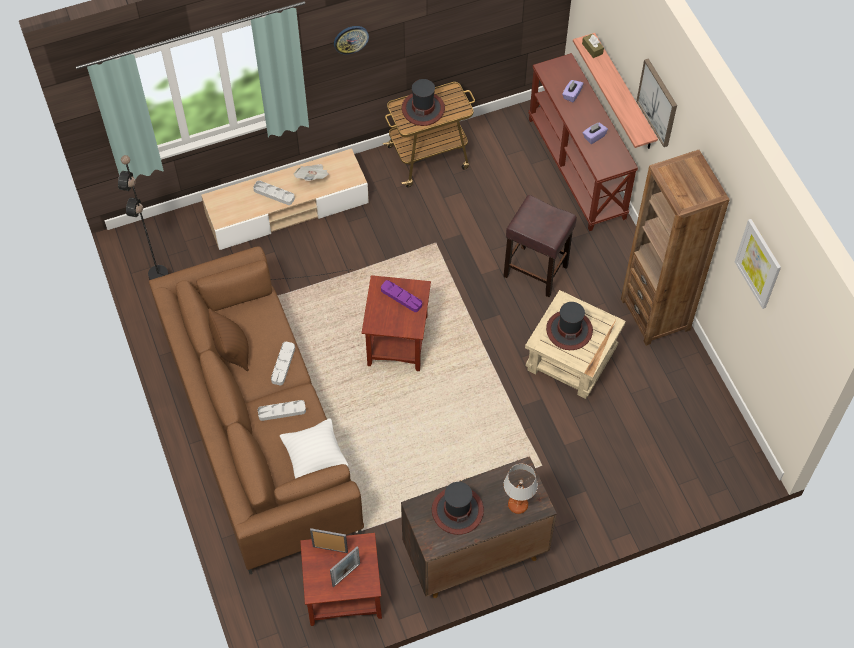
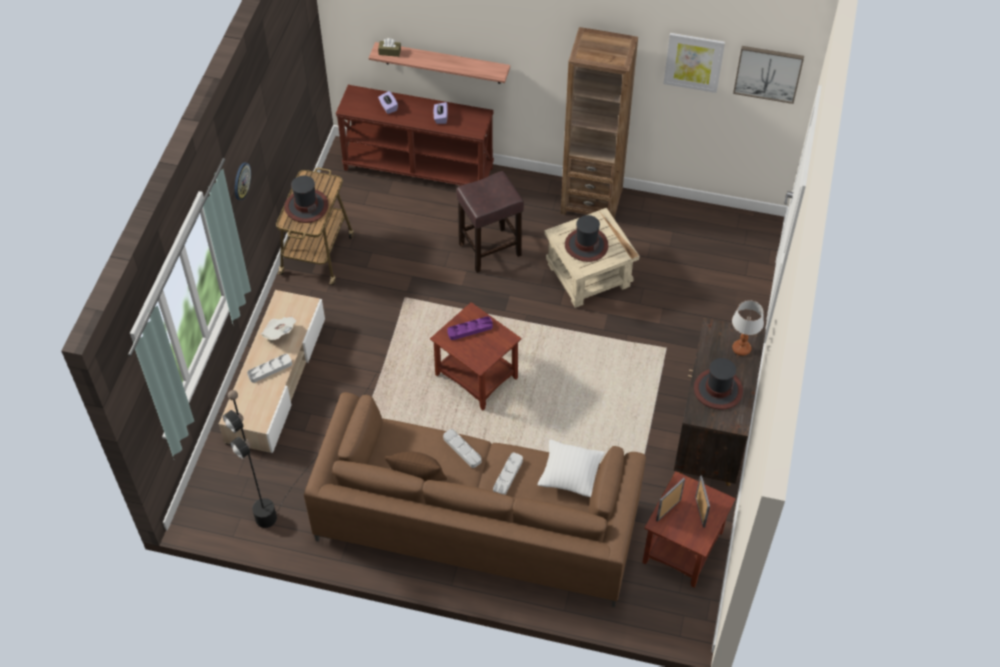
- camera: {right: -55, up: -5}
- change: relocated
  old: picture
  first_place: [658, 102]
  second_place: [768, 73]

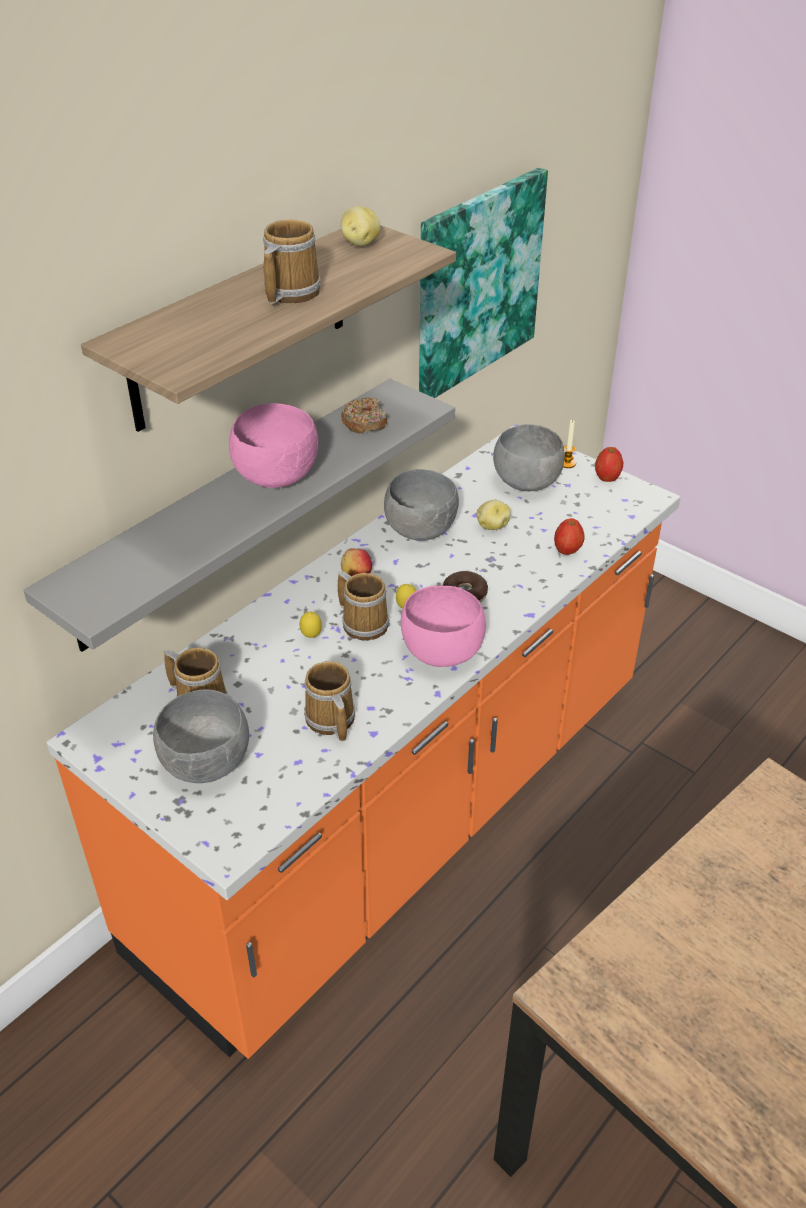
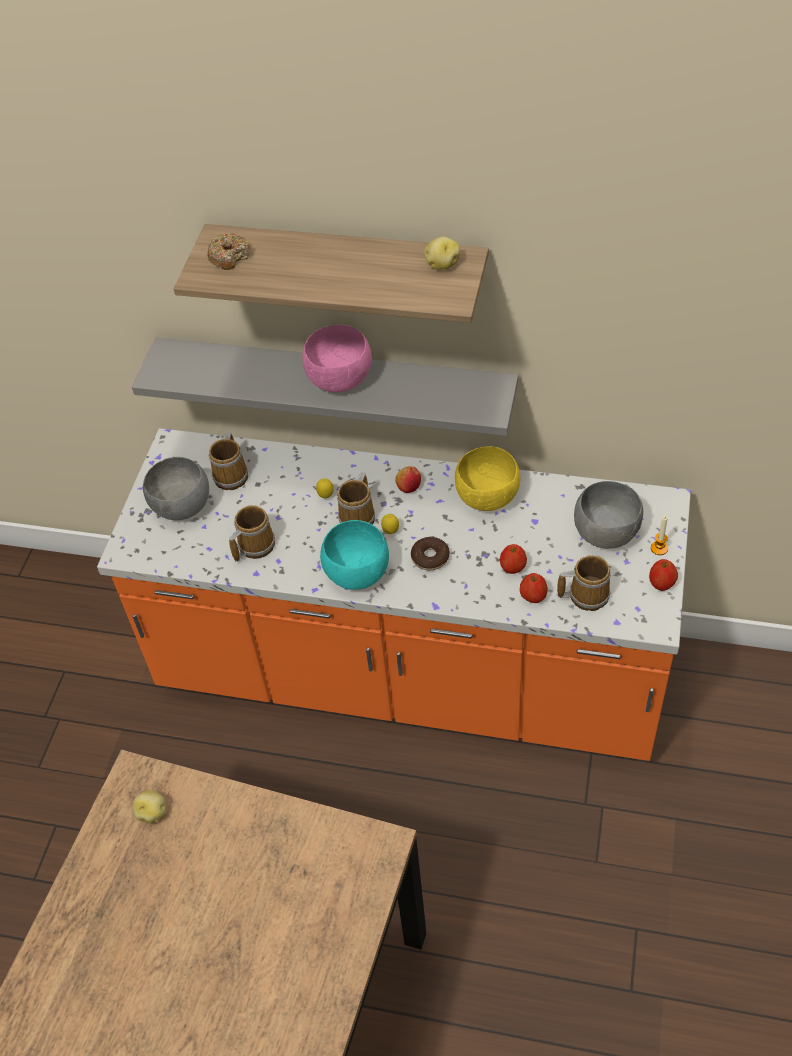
- camera: {right: 65, up: 10}
- change: missing
  old: picture
  first_place: [477, 283]
- change: appeared
  new: apple
  second_place: [512, 568]
- change: relocated
  old: mug
  first_place: [288, 293]
  second_place: [585, 594]
- change: relocated
  old: donut
  first_place: [364, 422]
  second_place: [229, 257]
- change: relocated
  old: potato
  first_place: [492, 526]
  second_place: [152, 812]
- change: colour
  old: grey bowl
  new: yellow bowl
  first_place: [422, 530]
  second_place: [488, 498]
- change: colour
  old: pink bowl
  new: turquoise bowl
  first_place: [440, 653]
  second_place: [356, 572]

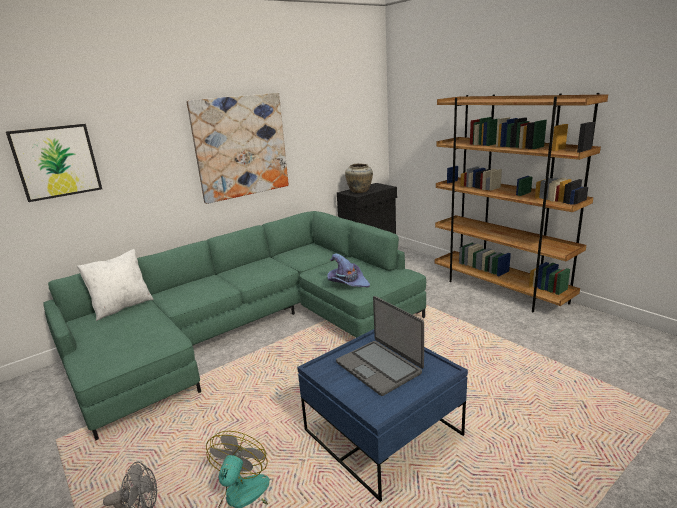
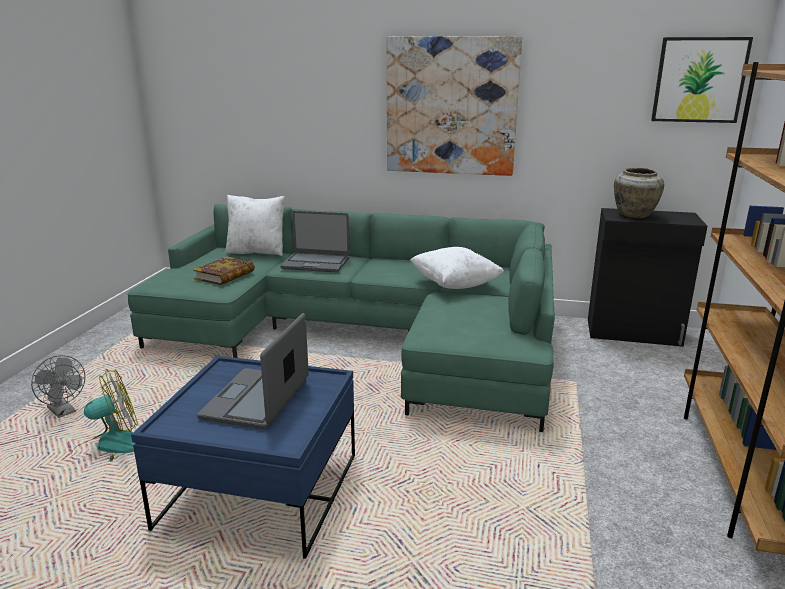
- camera: {right: 50, up: 0}
- change: missing
  old: purple hat
  first_place: [347, 282]
- change: appeared
  new: book
  second_place: [225, 275]
- change: appeared
  new: laptop
  second_place: [316, 263]
- change: appeared
  new: white pillow
  second_place: [455, 285]
- change: relocated
  old: picture
  first_place: [56, 162]
  second_place: [699, 80]

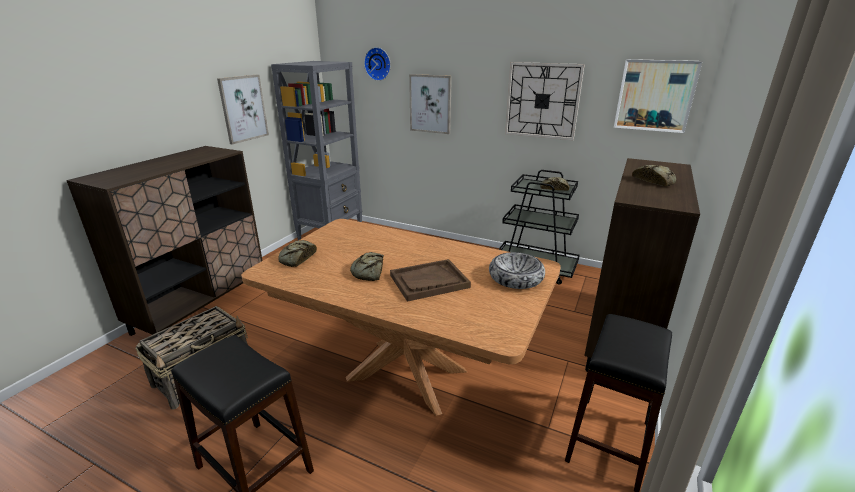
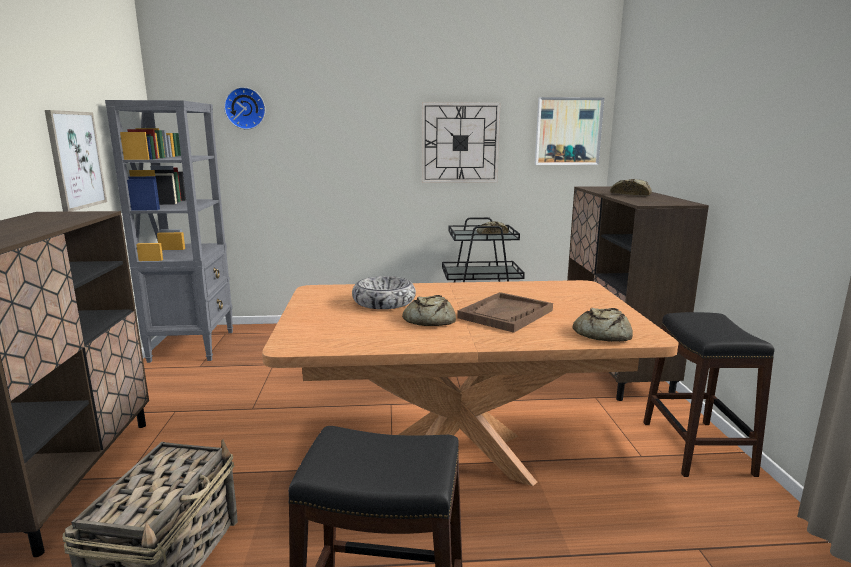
- camera: {right: -30, up: -10}
- change: missing
  old: picture
  first_place: [430, 104]
- change: relocated
  old: bread
  first_place: [297, 258]
  second_place: [601, 333]
- change: relocated
  old: bowl
  first_place: [516, 278]
  second_place: [384, 302]

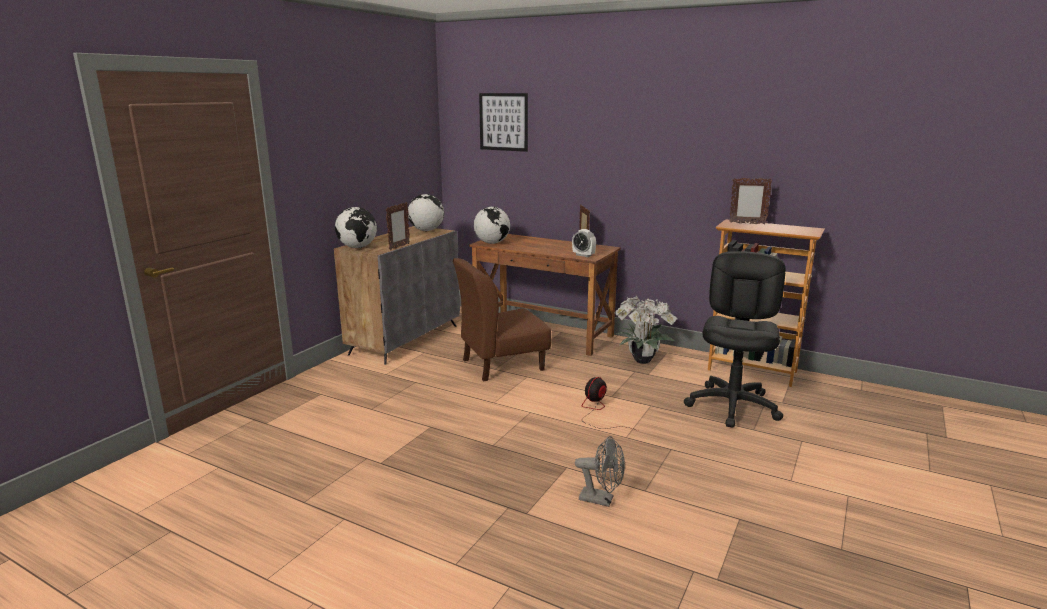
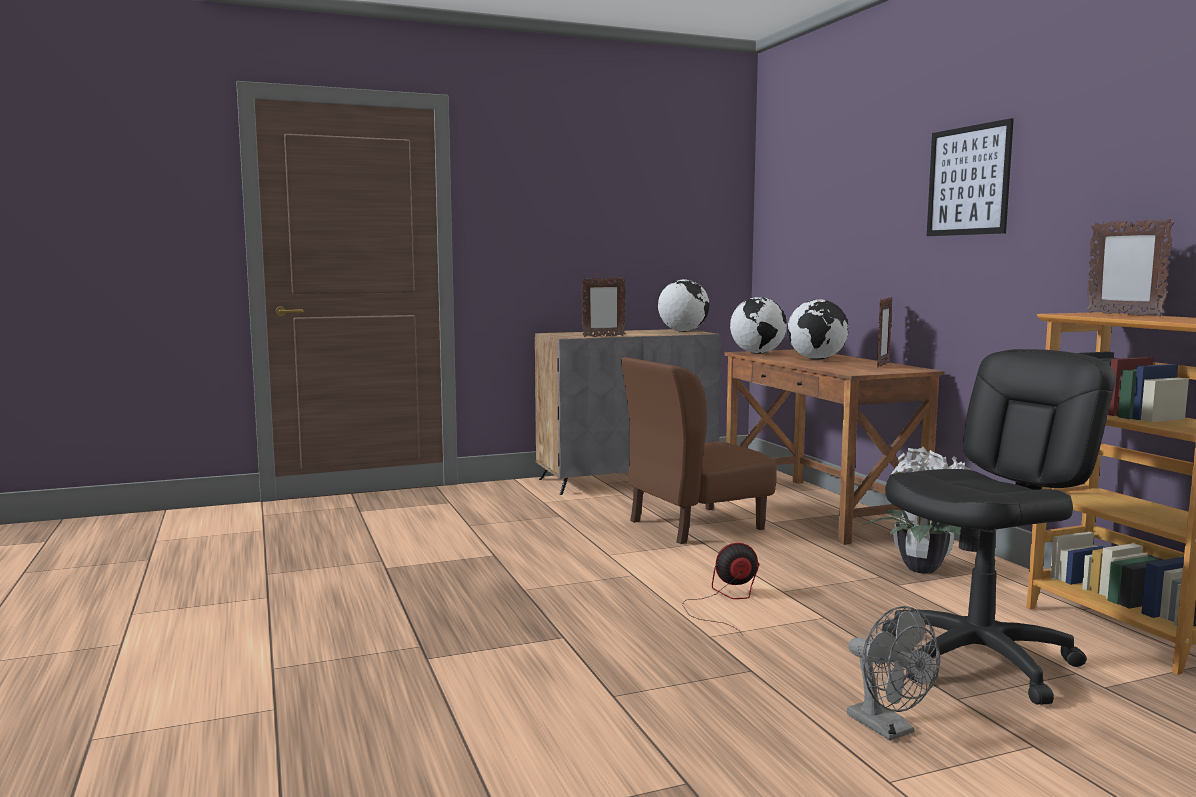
- camera: {right: 40, up: -10}
- change: missing
  old: alarm clock
  first_place: [583, 255]
- change: relocated
  old: globe
  first_place: [357, 247]
  second_place: [816, 359]
- change: relocated
  old: picture
  first_place: [503, 122]
  second_place: [968, 181]
- change: relocated
  old: grey fan
  first_place: [601, 499]
  second_place: [888, 729]
- change: spun
  old: brown chair
  first_place: [502, 364]
  second_place: [694, 525]
  degrees: -45

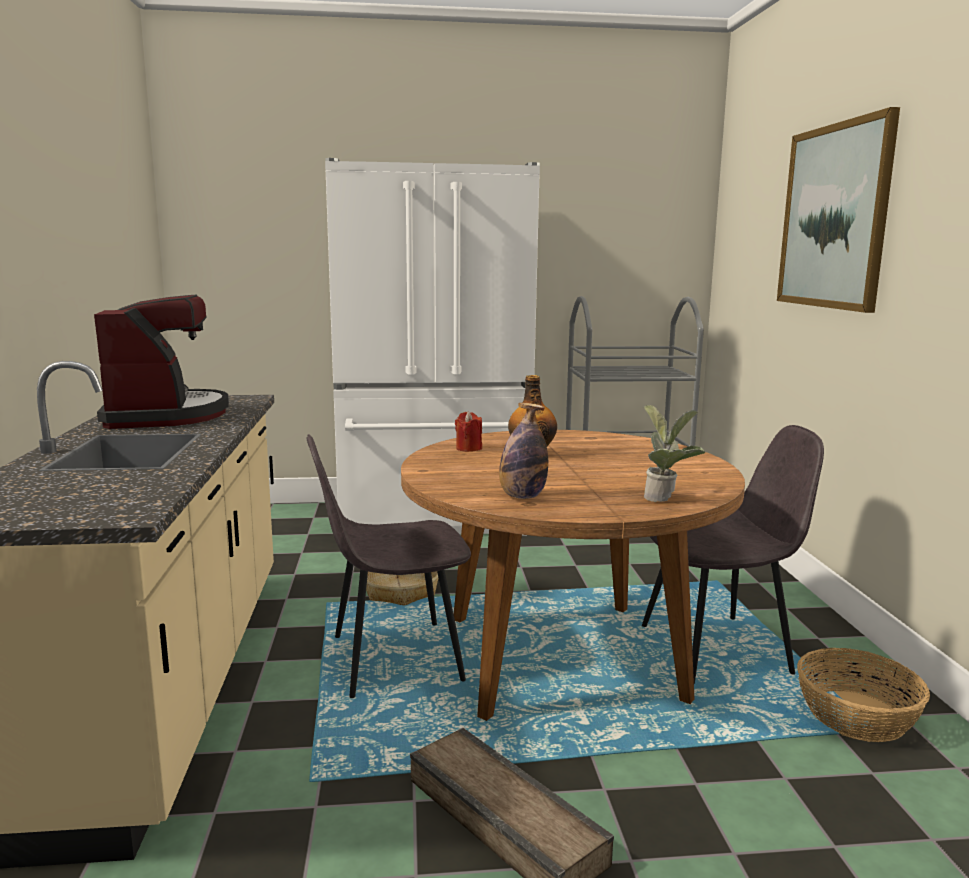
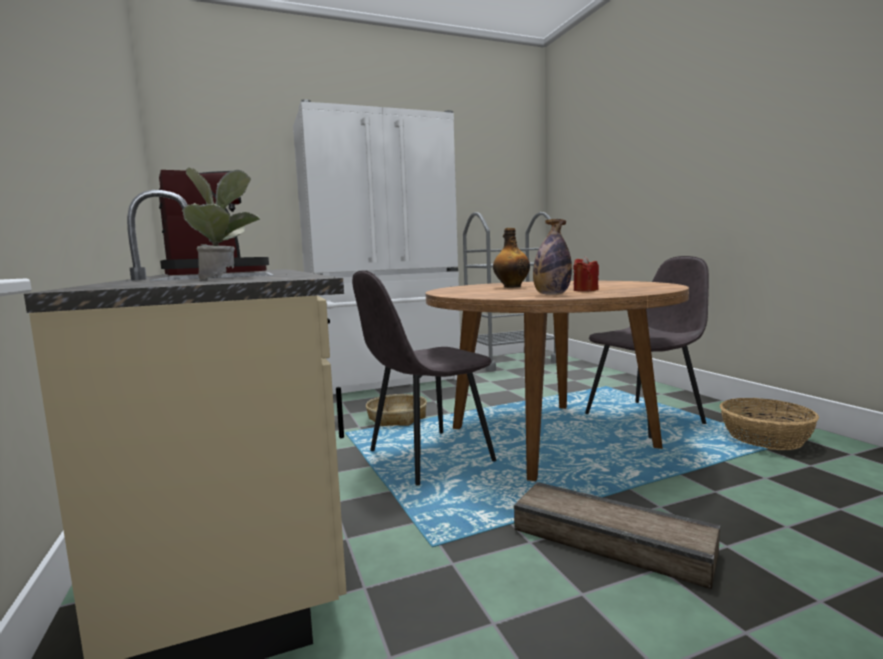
- camera: {right: -15, up: -5}
- change: missing
  old: picture
  first_place: [834, 217]
- change: relocated
  old: red candle
  first_place: [469, 448]
  second_place: [585, 290]
- change: relocated
  old: potted plant
  first_place: [666, 498]
  second_place: [226, 278]

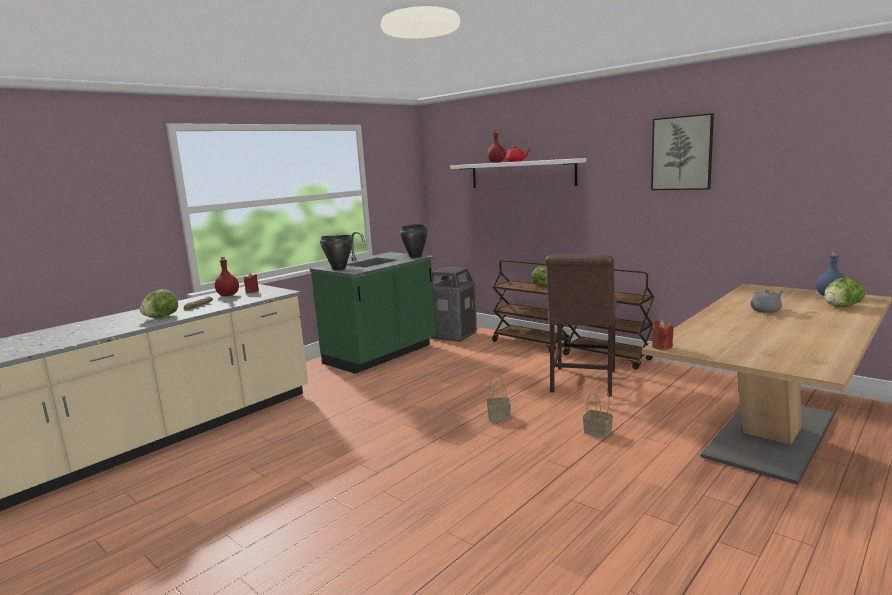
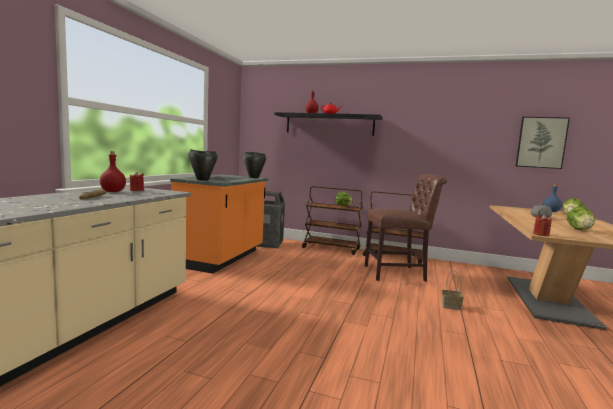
- camera: {right: -25, up: -5}
- change: missing
  old: basket
  first_place: [499, 416]
- change: relocated
  old: lettuce
  first_place: [161, 317]
  second_place: [579, 230]
- change: relocated
  old: picture
  first_place: [682, 153]
  second_place: [541, 142]
- change: colour
  old: green counter
  new: orange counter
  first_place: [381, 355]
  second_place: [222, 258]
- change: colour
  old: white shelf
  new: black shelf
  first_place: [521, 174]
  second_place: [329, 124]
- change: spun
  old: brown chair
  first_place: [582, 383]
  second_place: [398, 273]
  degrees: -90

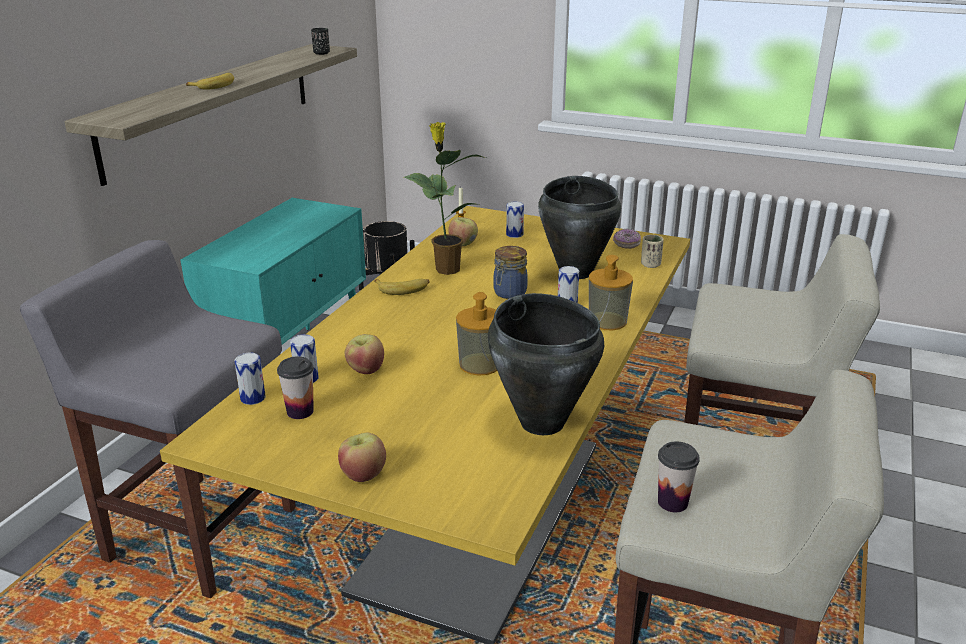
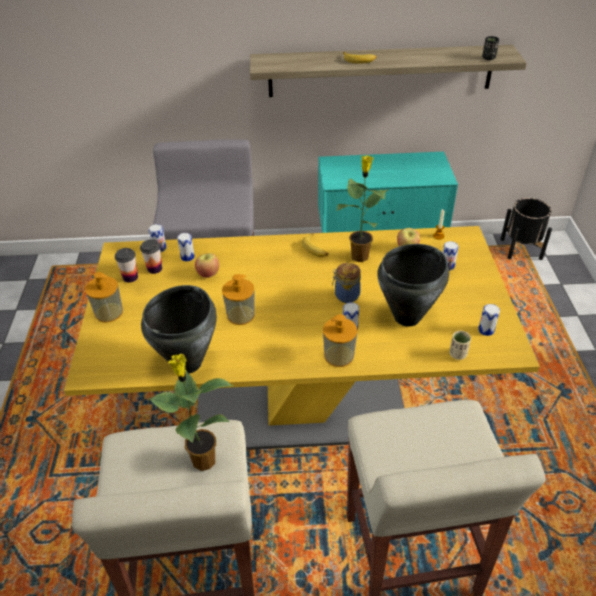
- camera: {right: 65, up: 15}
- change: appeared
  new: potted plant
  second_place: [202, 459]
- change: relocated
  old: cup
  first_place: [672, 502]
  second_place: [130, 277]
- change: exchanged
  old: apple
  new: soap dispenser
  first_place: [363, 474]
  second_place: [109, 312]
- change: exchanged
  old: donut
  new: can
  first_place: [626, 244]
  second_place: [486, 330]

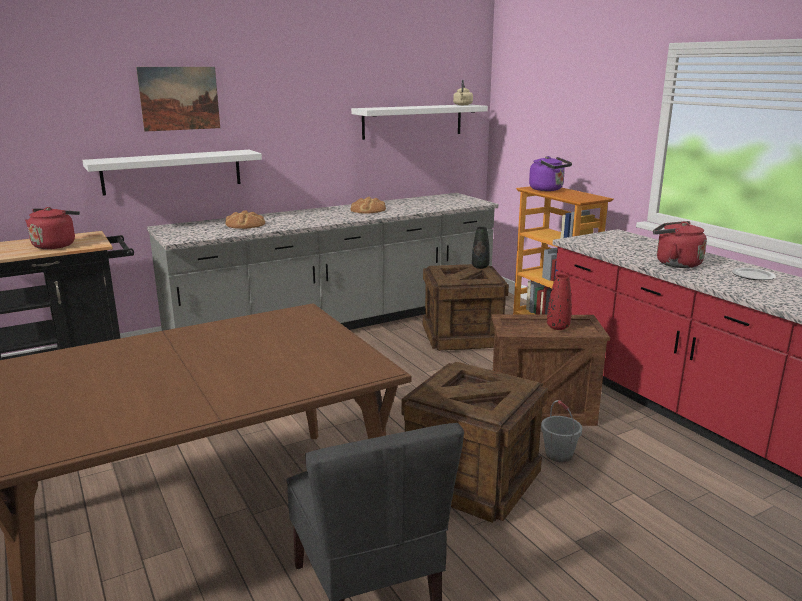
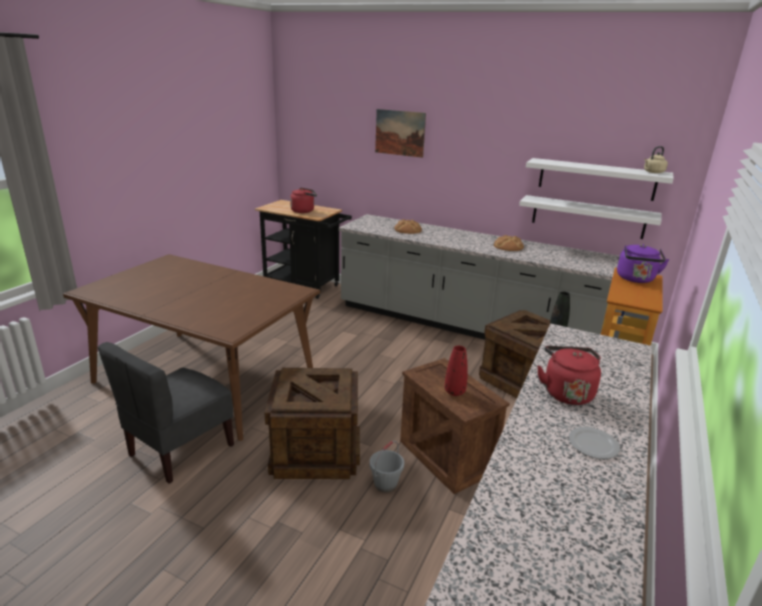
- camera: {right: 55, up: 5}
- change: relocated
  old: white shelf
  first_place: [172, 171]
  second_place: [588, 217]

